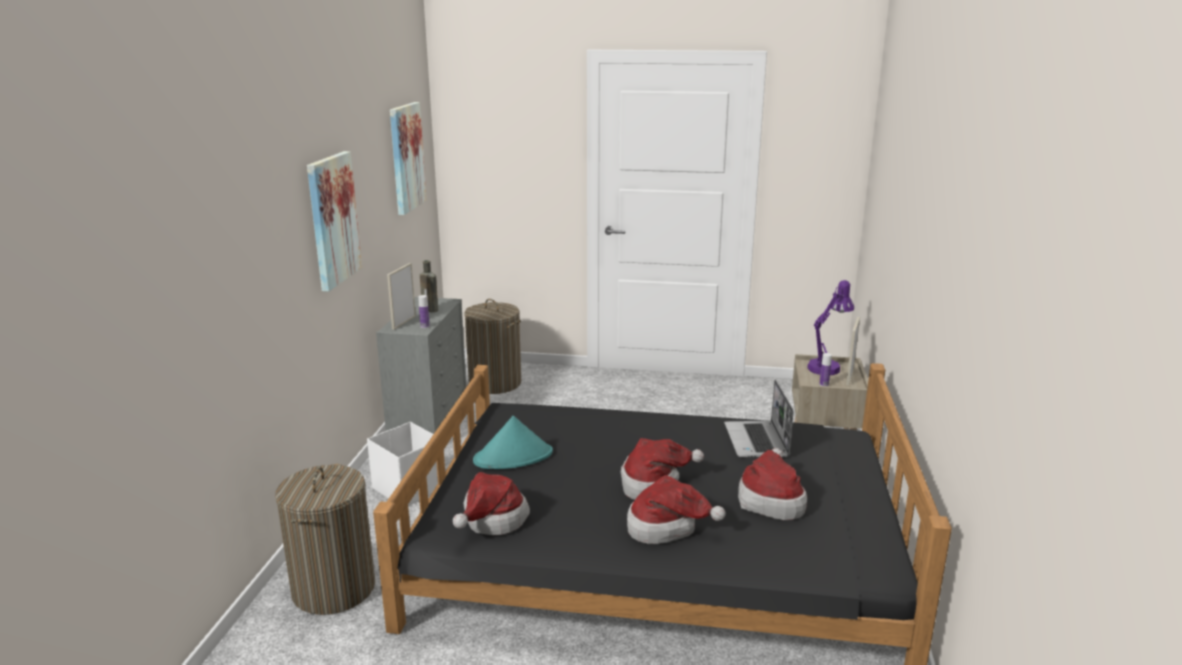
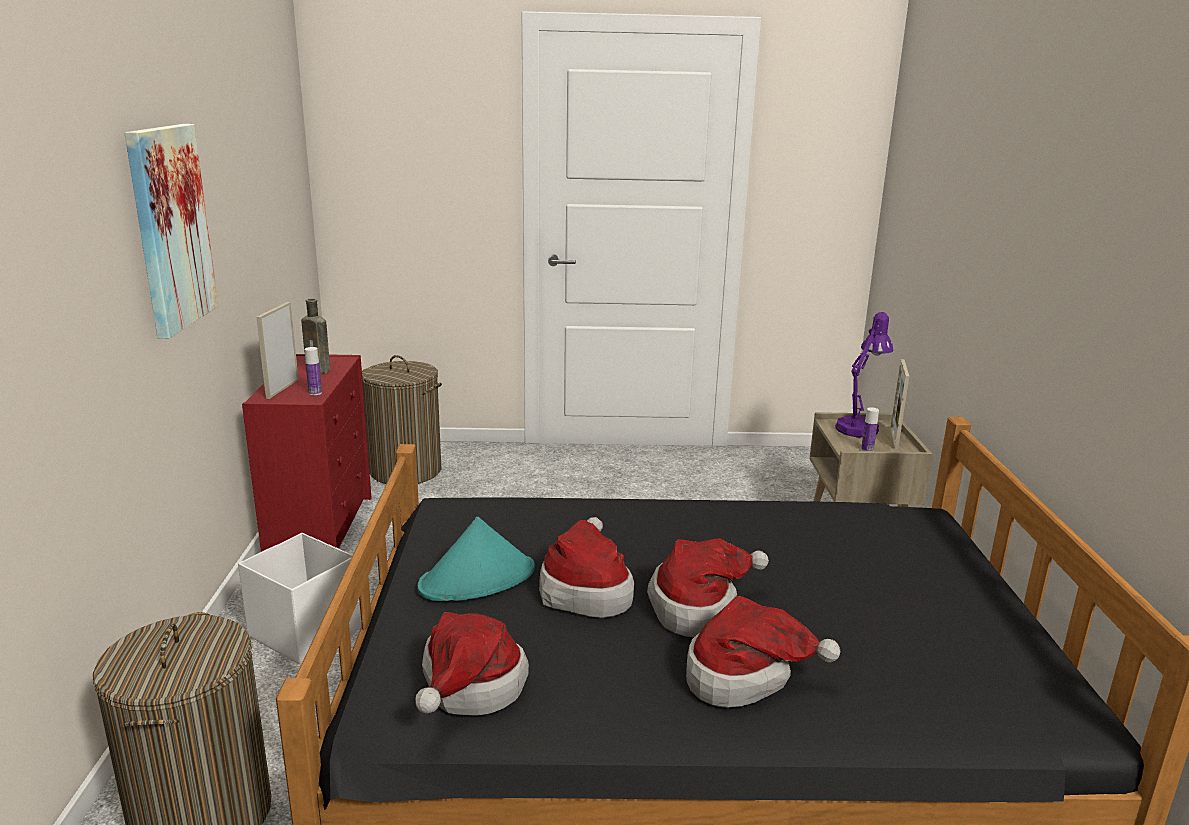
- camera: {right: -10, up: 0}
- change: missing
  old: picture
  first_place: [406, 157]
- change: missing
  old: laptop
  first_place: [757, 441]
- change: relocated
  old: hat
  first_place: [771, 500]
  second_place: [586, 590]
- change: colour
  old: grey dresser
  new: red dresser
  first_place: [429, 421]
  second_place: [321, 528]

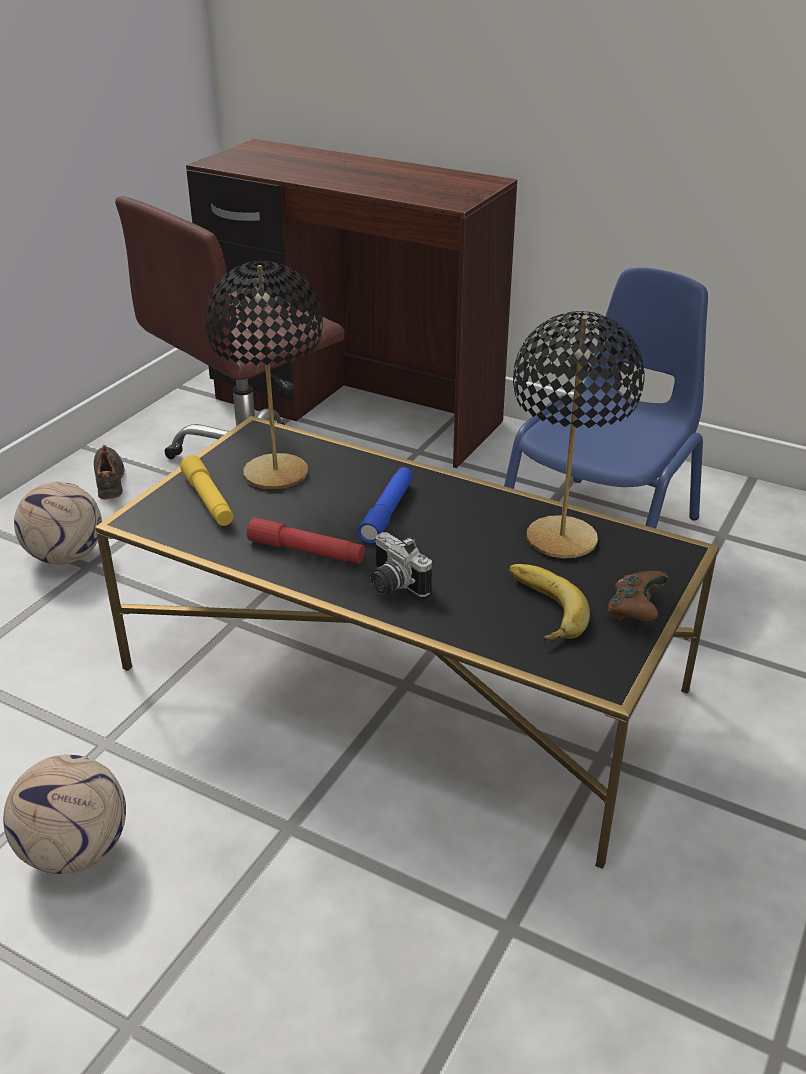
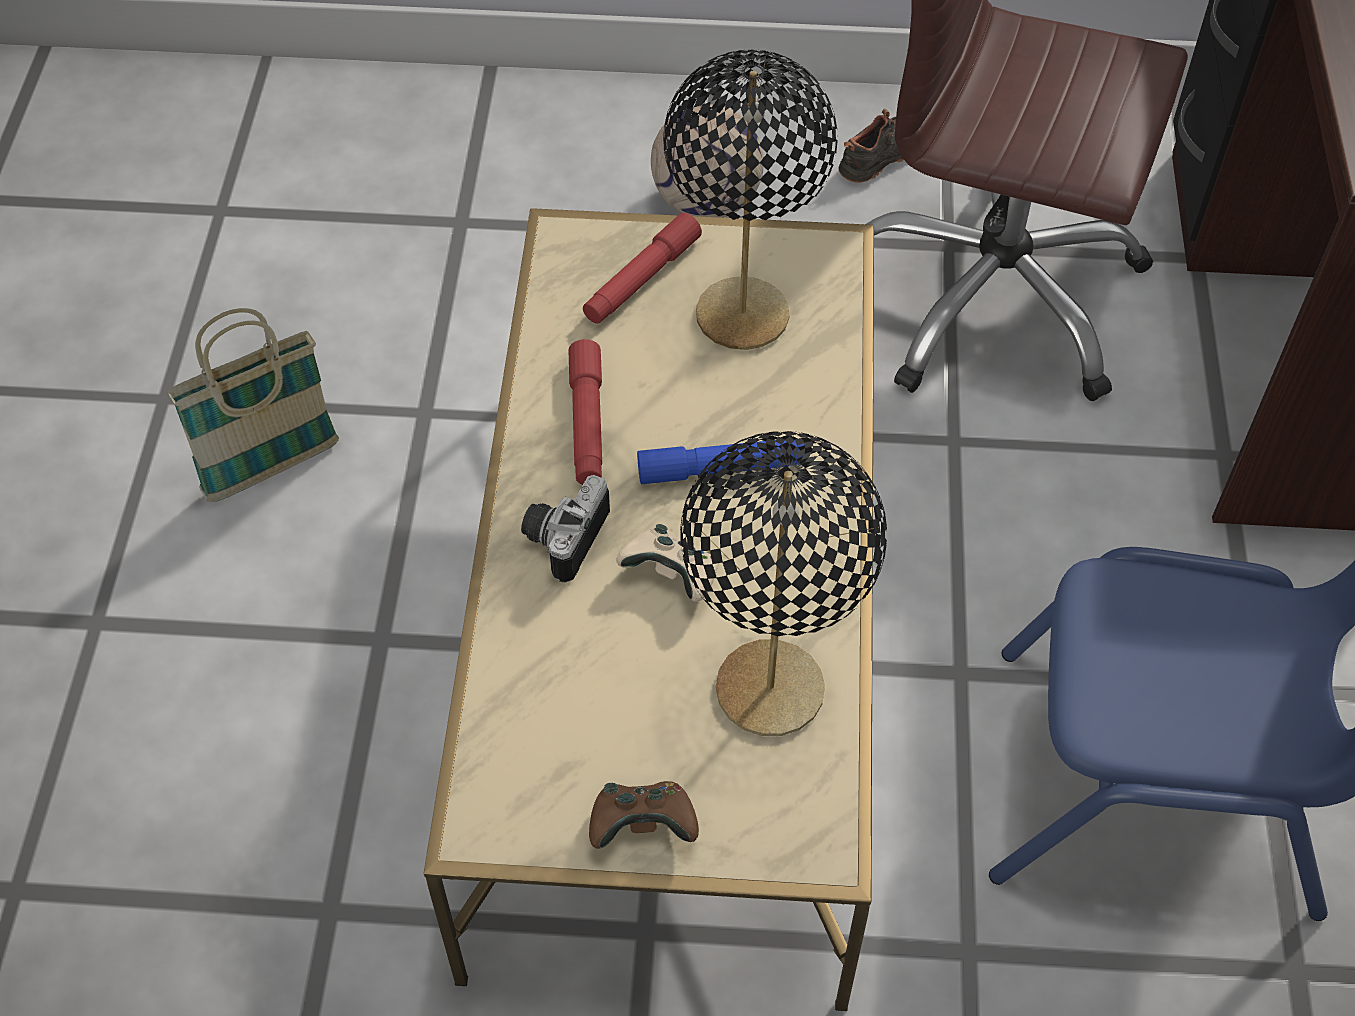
- camera: {right: 65, up: 20}
- change: missing
  old: banana
  first_place: [539, 609]
- change: appeared
  new: beige game controller
  second_place: [673, 576]
- change: exchanged
  old: football
  new: basket
  first_place: [74, 850]
  second_place: [272, 468]
- change: colour
  old: black coffee table
  new: beige coffee table
  first_place: [403, 678]
  second_place: [678, 649]
- change: colour
  old: yellow flashlight
  new: red flashlight
  first_place: [208, 499]
  second_place: [642, 279]

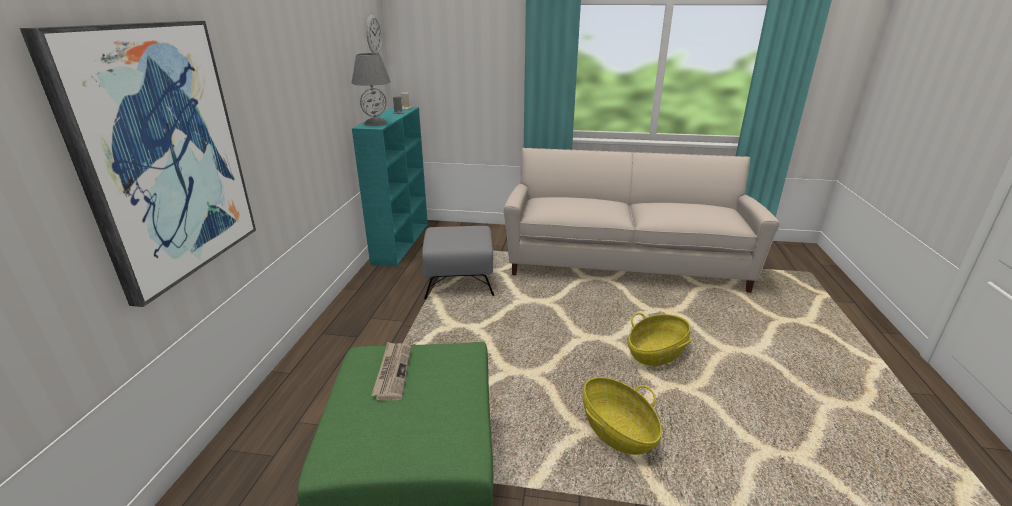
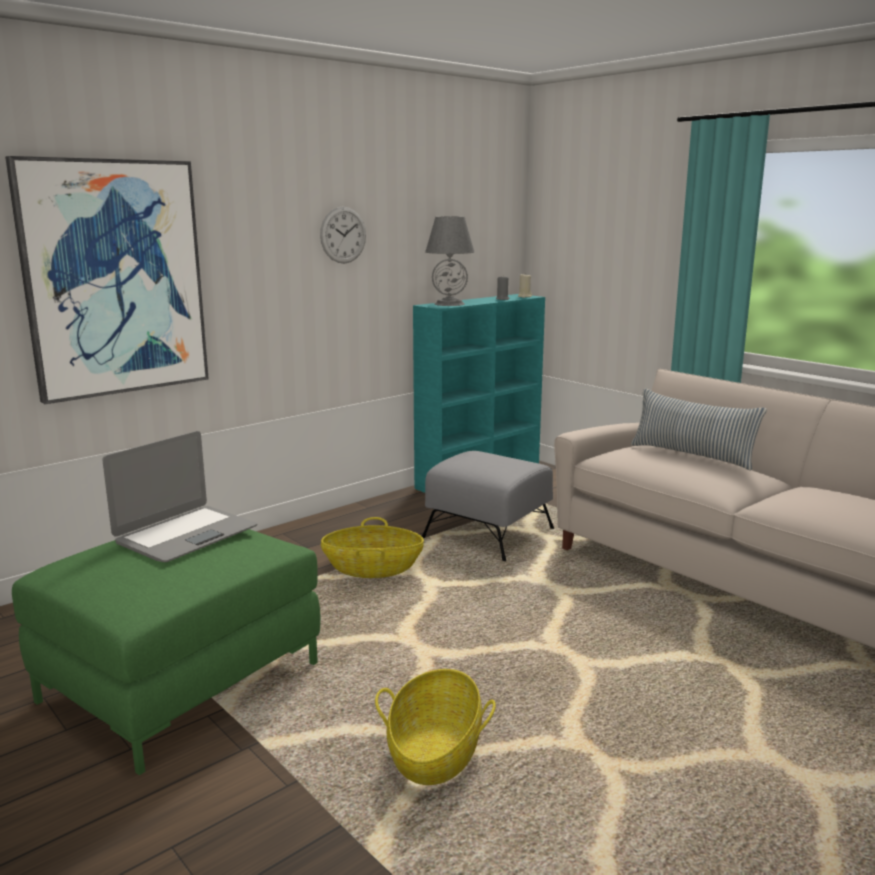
- camera: {right: 40, up: -10}
- change: appeared
  new: pillow
  second_place: [692, 455]
- change: relocated
  old: wall clock
  first_place: [373, 35]
  second_place: [343, 235]
- change: relocated
  old: basket
  first_place: [656, 353]
  second_place: [372, 569]
- change: exchanged
  old: newspaper
  new: laptop
  first_place: [392, 372]
  second_place: [186, 535]

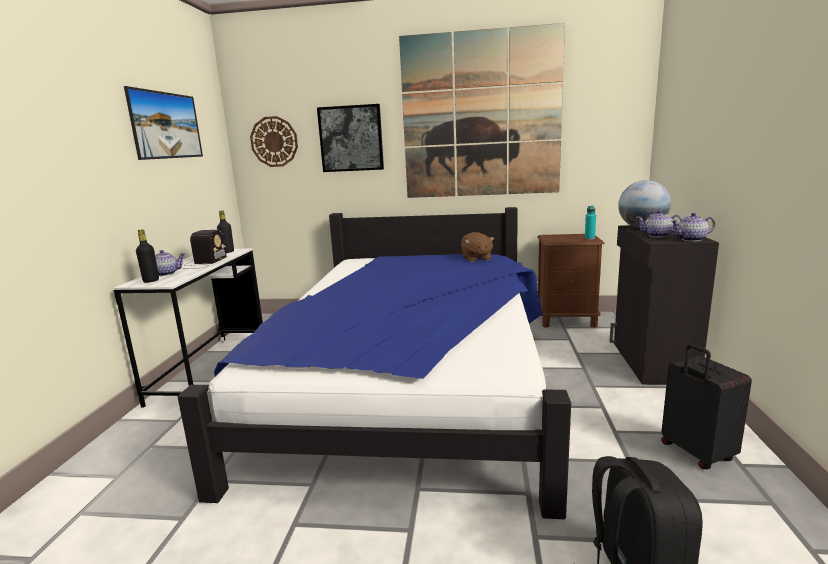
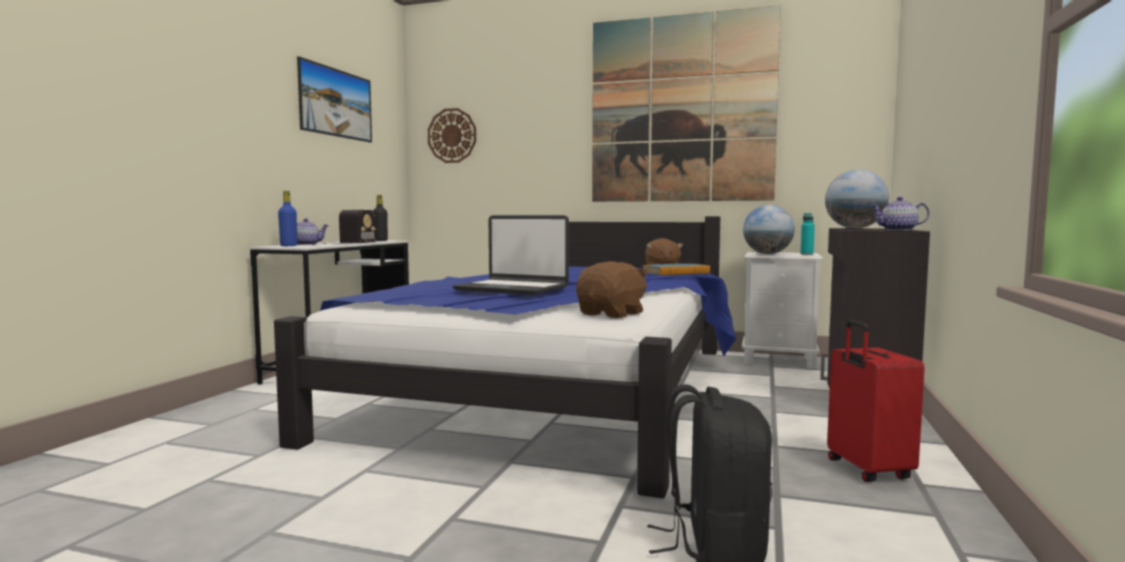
- camera: {right: 10, up: -10}
- change: missing
  old: picture
  first_place: [351, 138]
- change: missing
  old: teapot
  first_place: [657, 236]
- change: appeared
  new: laptop
  second_place: [512, 289]
- change: appeared
  new: brown plush toy
  second_place: [612, 314]
- change: appeared
  new: book
  second_place: [676, 272]
- change: appeared
  new: globe
  second_place: [767, 254]
- change: colour
  old: black bottle
  new: blue bottle
  first_place: [151, 281]
  second_place: [288, 246]
- change: colour
  old: brown nightstand
  new: white nightstand
  first_place: [567, 320]
  second_place: [779, 361]
- change: colour
  old: black suitcase
  new: red suitcase
  first_place: [695, 453]
  second_place: [866, 470]

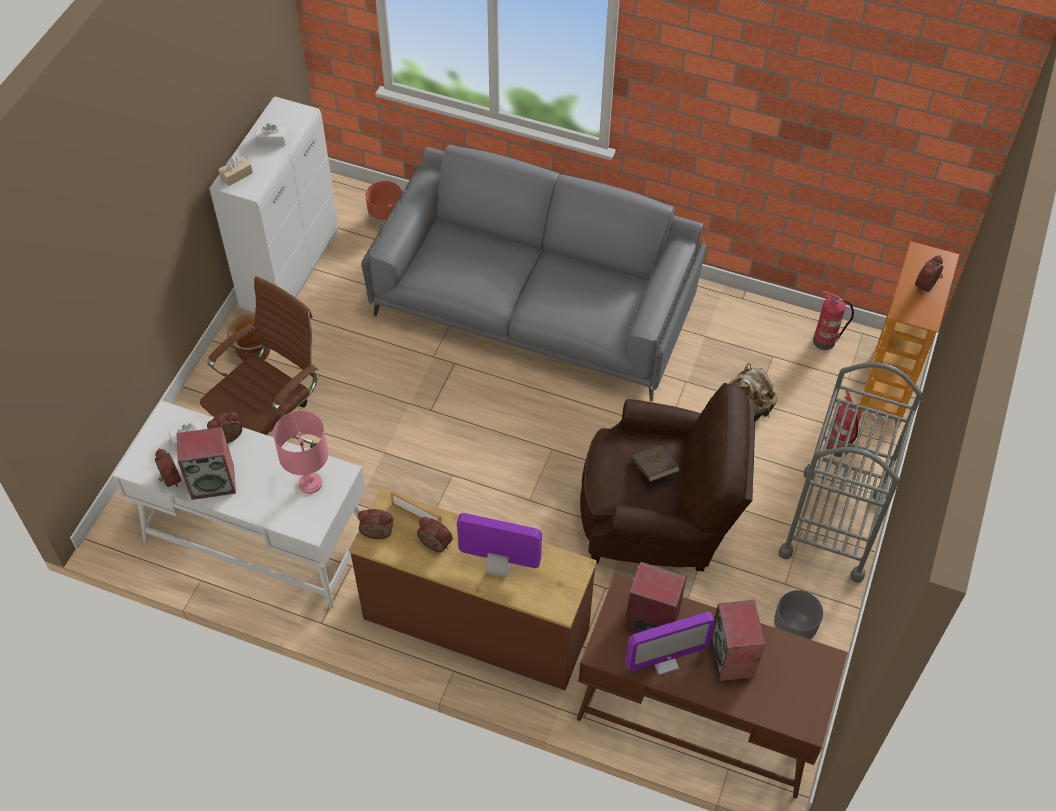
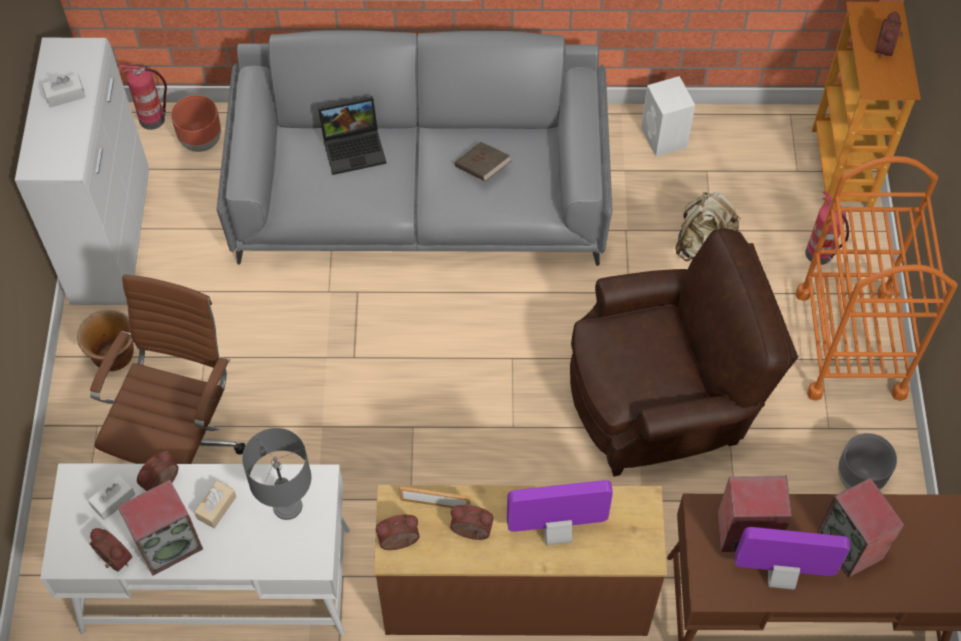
- camera: {right: -20, up: 5}
- change: appeared
  new: laptop
  second_place: [355, 147]
- change: appeared
  new: white speaker
  second_place: [664, 138]
- change: relocated
  old: beige tissue box
  first_place: [236, 175]
  second_place: [216, 507]
- change: relocated
  old: brown book
  first_place: [654, 469]
  second_place: [482, 169]
- change: relocated
  old: fire extinguisher
  first_place: [825, 341]
  second_place: [153, 119]
- change: colour
  old: pink table lamp
  new: grey table lamp
  first_place: [310, 484]
  second_place: [287, 506]
- change: colour
  old: grey cart
  new: orange cart
  first_place: [833, 524]
  second_place: [850, 343]
- change: spun
  old: monitor
  first_place: [664, 661]
  second_place: [780, 576]
  degrees: -135

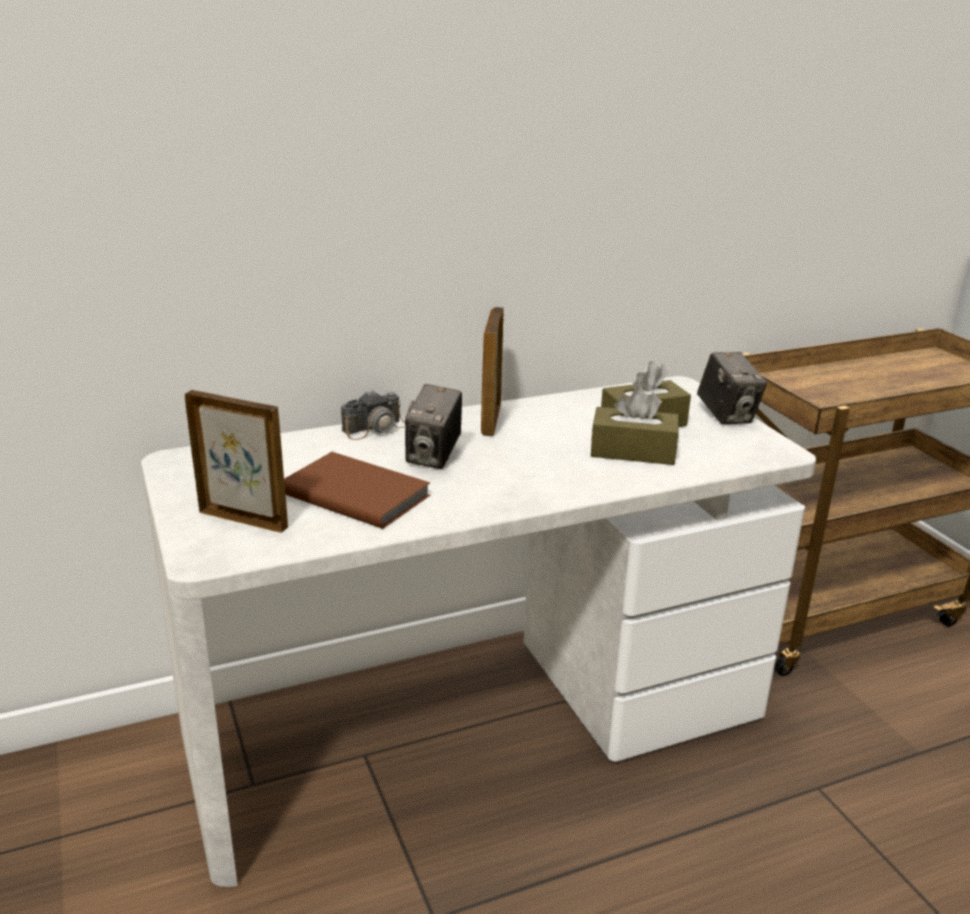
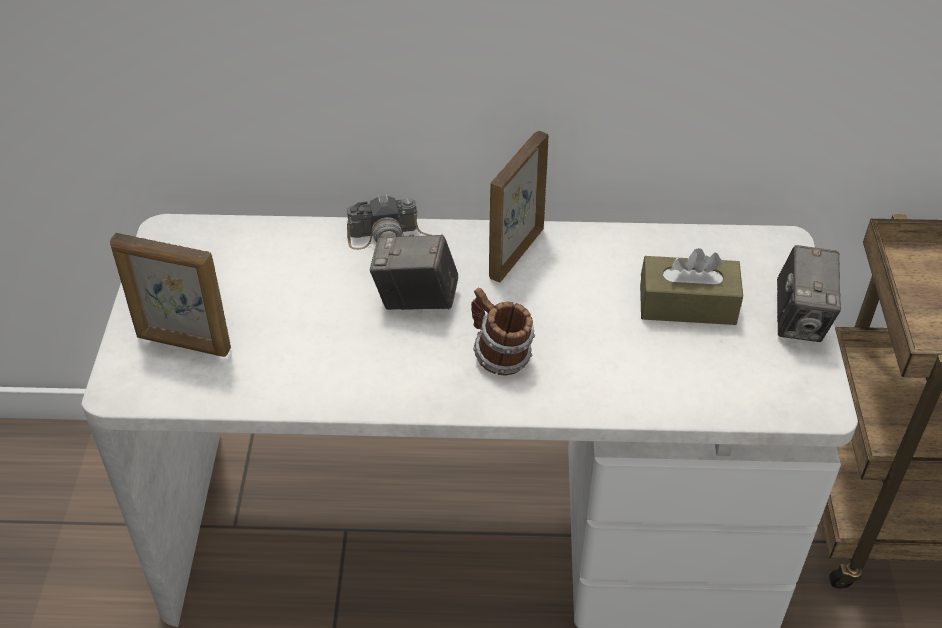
- camera: {right: 25, up: 20}
- change: missing
  old: brown book
  first_place: [356, 493]
- change: missing
  old: brown tissue box
  first_place: [633, 451]
- change: appeared
  new: mug
  second_place: [499, 356]
- change: spun
  old: picture frame
  first_place: [244, 519]
  second_place: [183, 343]
  degrees: 150
- change: spun
  old: photo camera
  first_place: [433, 457]
  second_place: [416, 300]
  degrees: 60

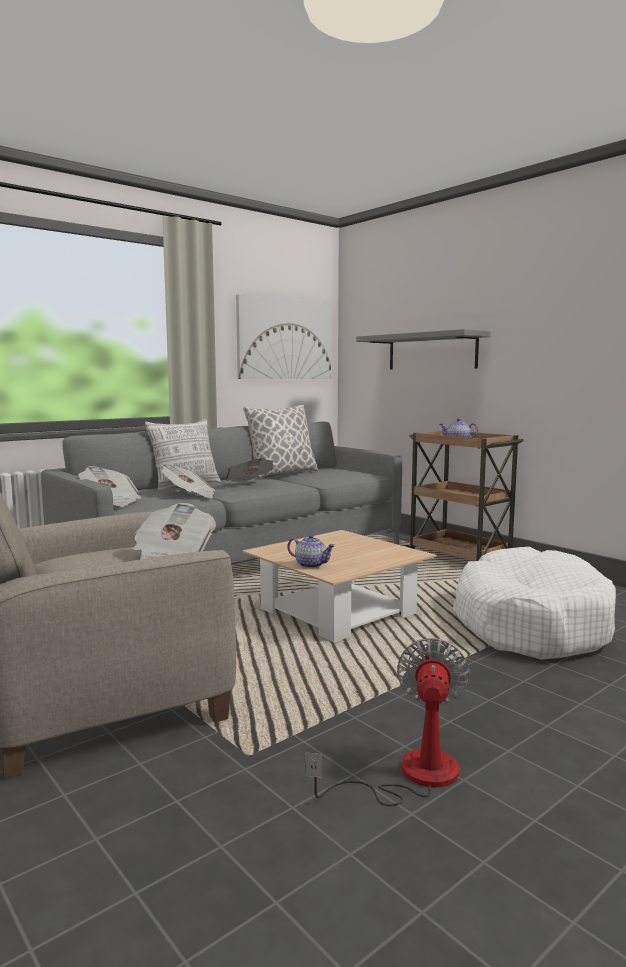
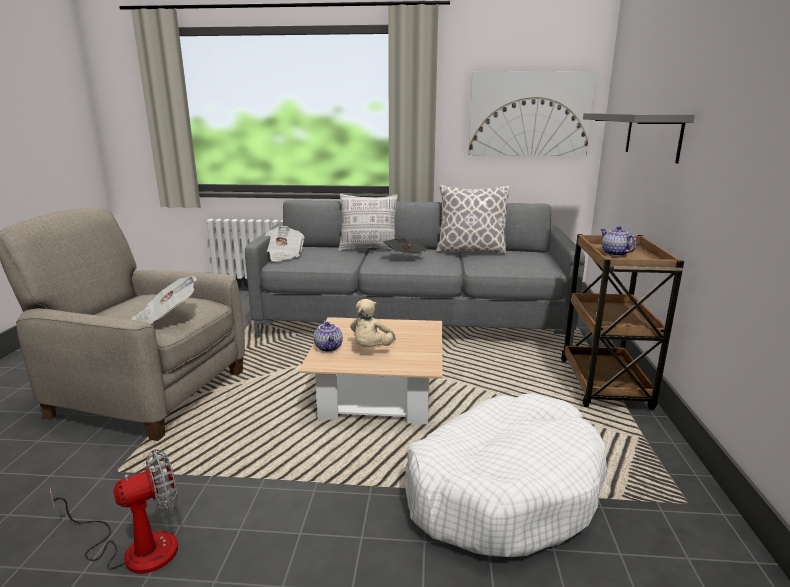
- camera: {right: 45, up: 10}
- change: missing
  old: newspaper
  first_place: [189, 496]
- change: appeared
  new: beige plush toy
  second_place: [371, 349]

